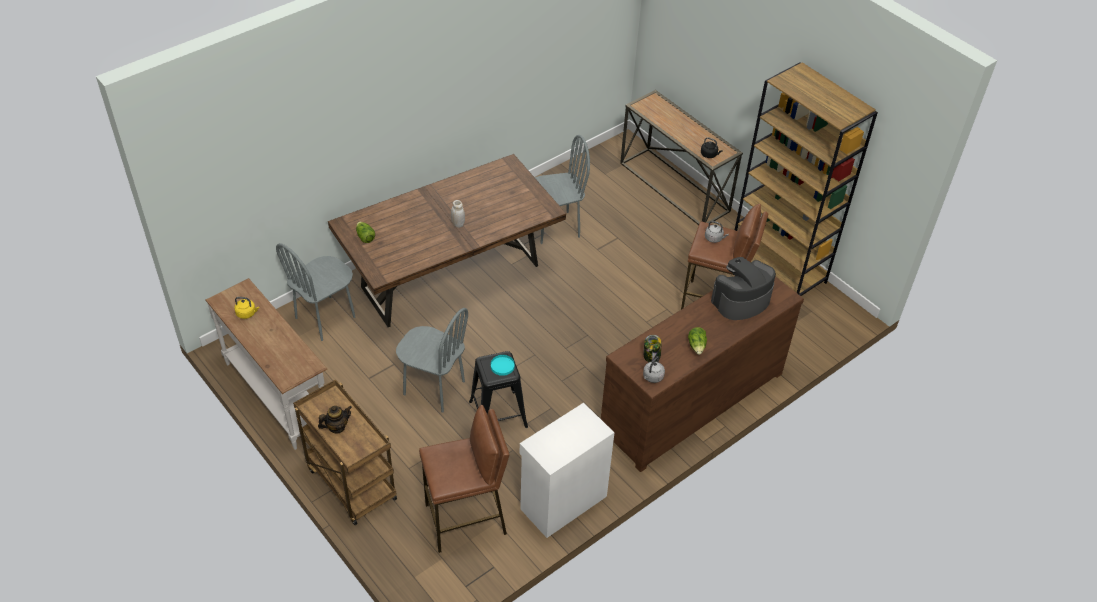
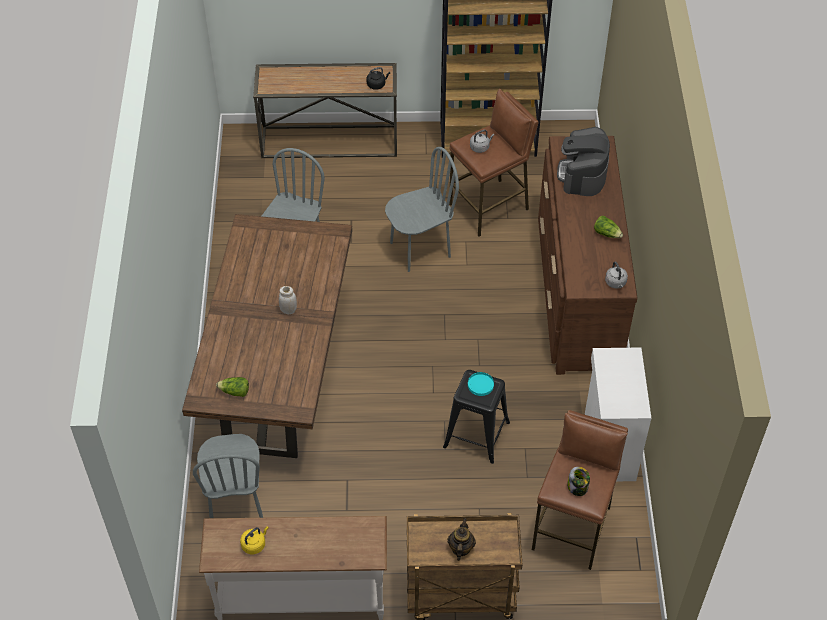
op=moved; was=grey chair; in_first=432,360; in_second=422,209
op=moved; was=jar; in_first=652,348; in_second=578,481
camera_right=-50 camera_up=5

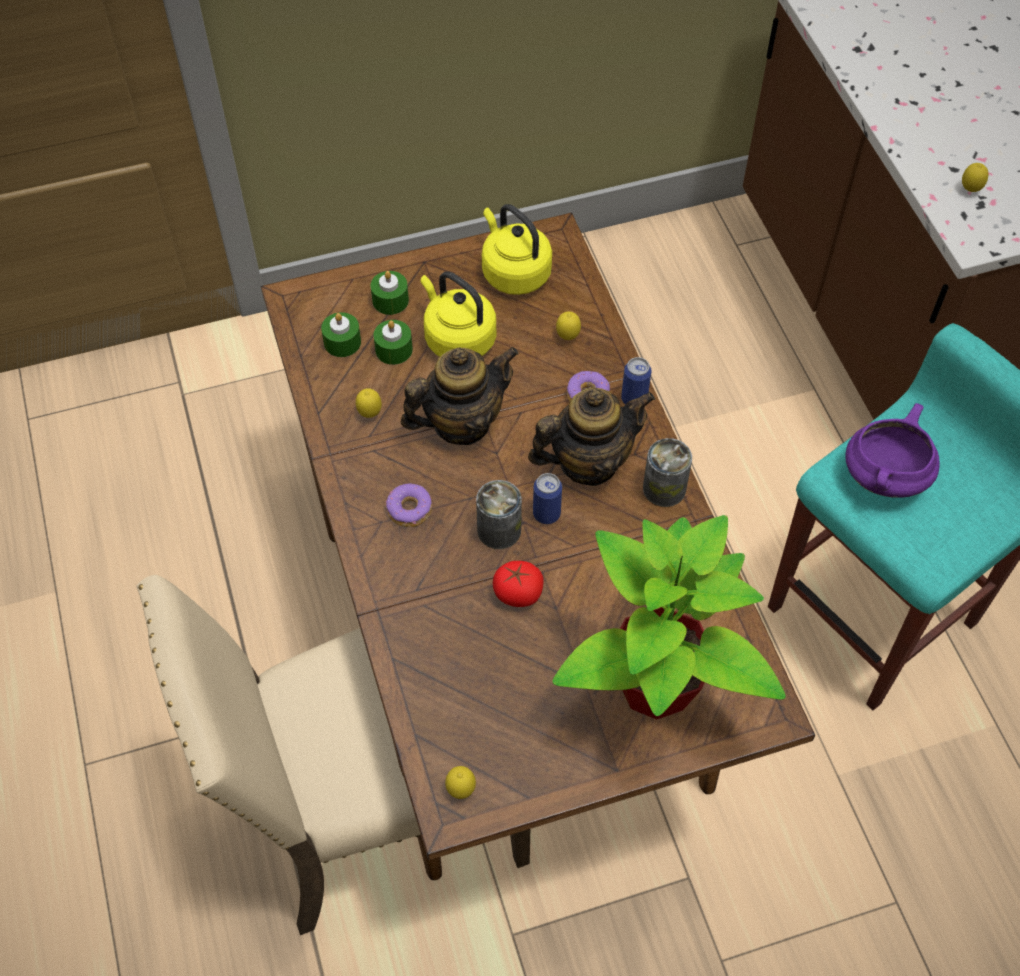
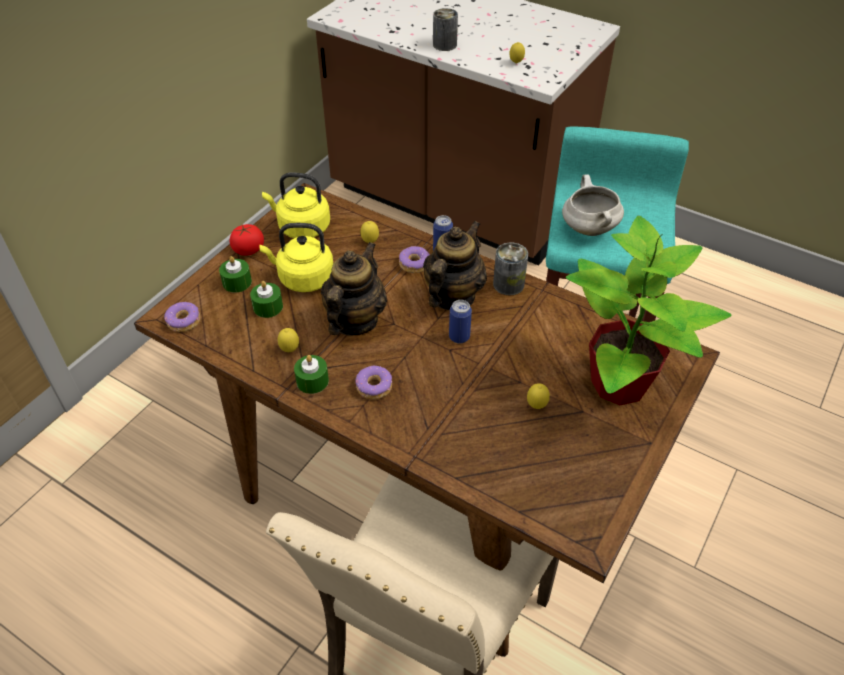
op=added; now=donut; in_second=182,317
op=moved; was=tomato; in_first=518,584; in_second=246,240
op=moved; was=green candle; in_first=341,334; in_second=311,374
op=moved; was=can; in_first=499,514; in_second=445,29
op=moved; was=lemon; in_first=460,782; in_second=538,396
op=recoloured; was=purple cooking pot; now=white cooking pot; in_first=892,450; in_second=593,205
camera_right=-40 camera_up=-10

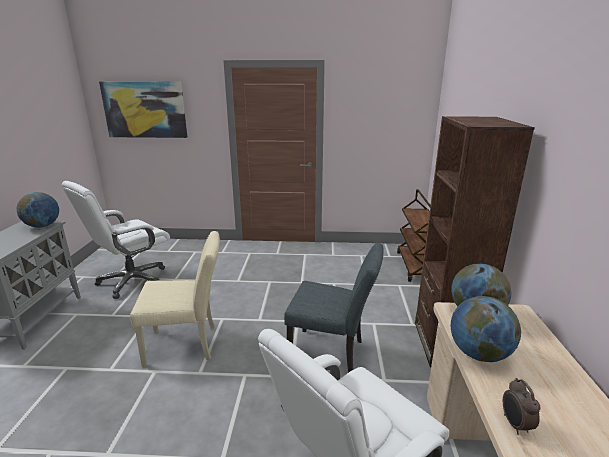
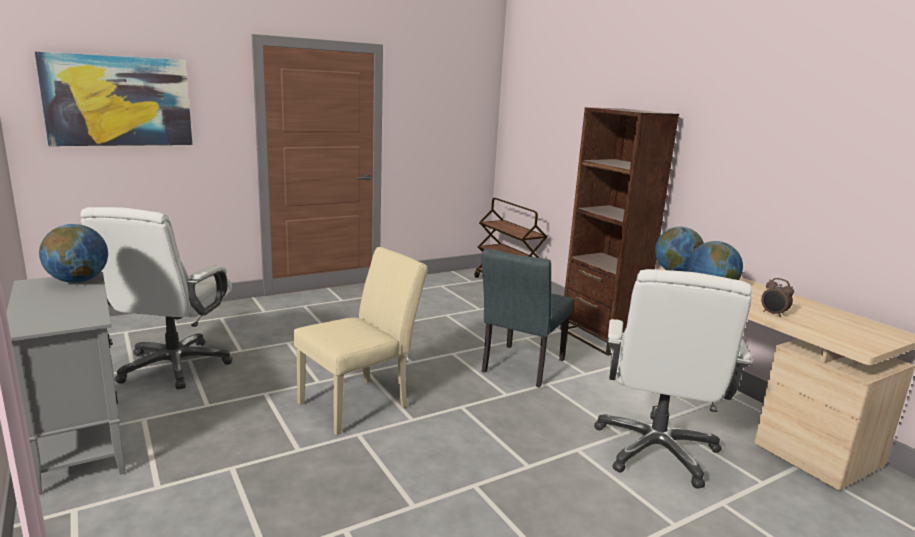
op=turned; was=grey chair; in_first=333,308; in_second=527,318; clockwise=135
camera_right=-35 camera_up=-5

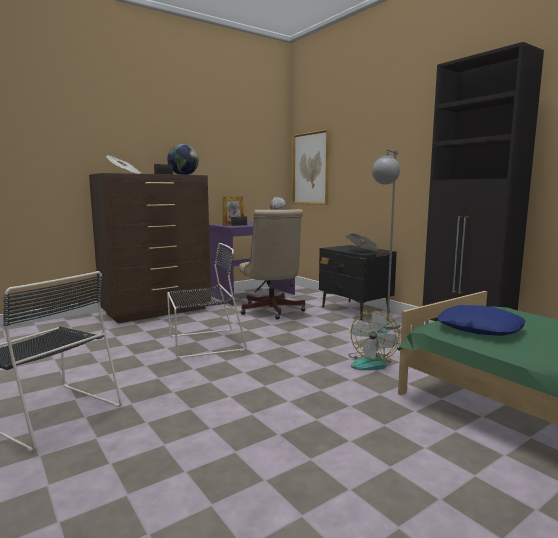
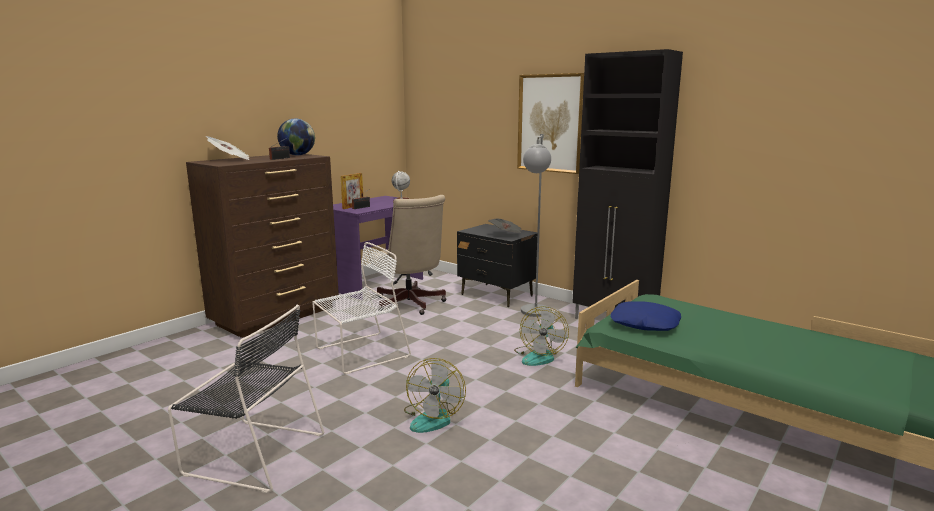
op=recoloured; was=black chair; now=white chair; in_first=207,301; in_second=361,308
op=added; now=fan; in_second=435,395
op=moved; was=picture; in_first=311,167; in_second=550,123
camera_right=-15 camera_up=5

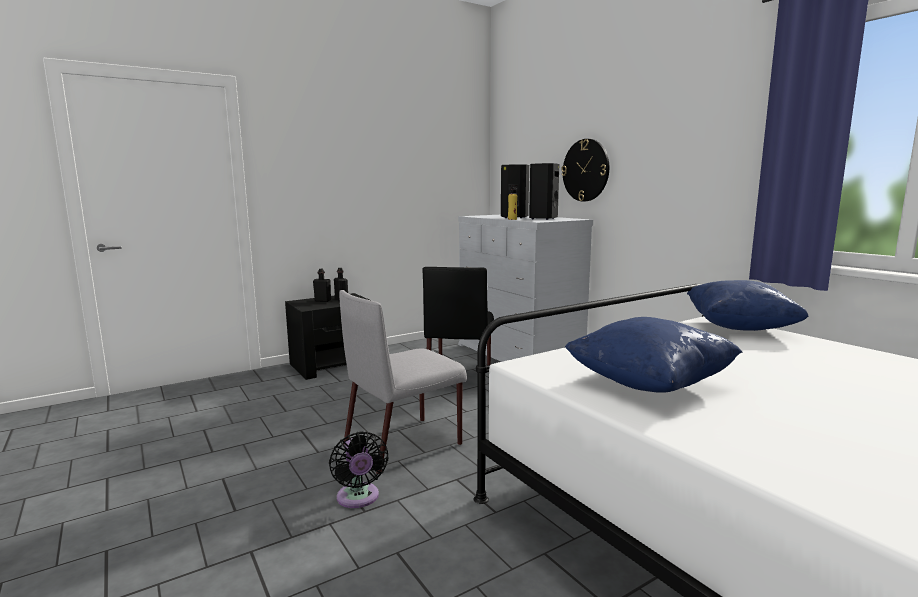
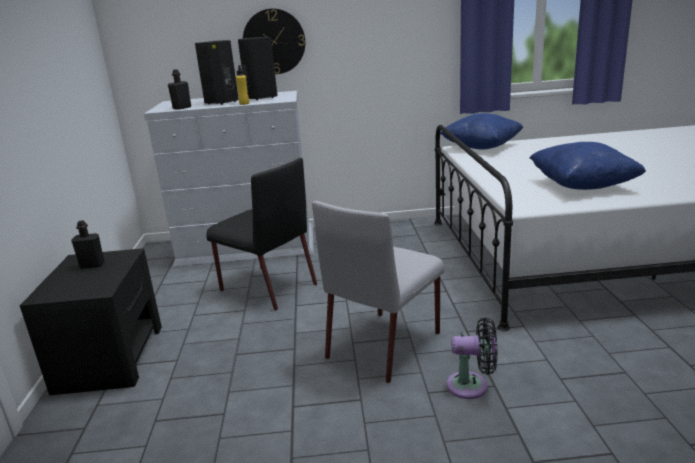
op=moved; was=black bottle; in_first=322,285; in_second=179,89
op=turned; was=grey chair; in_first=403,382; in_second=378,292; clockwise=45
camera_right=-60 camera_up=10

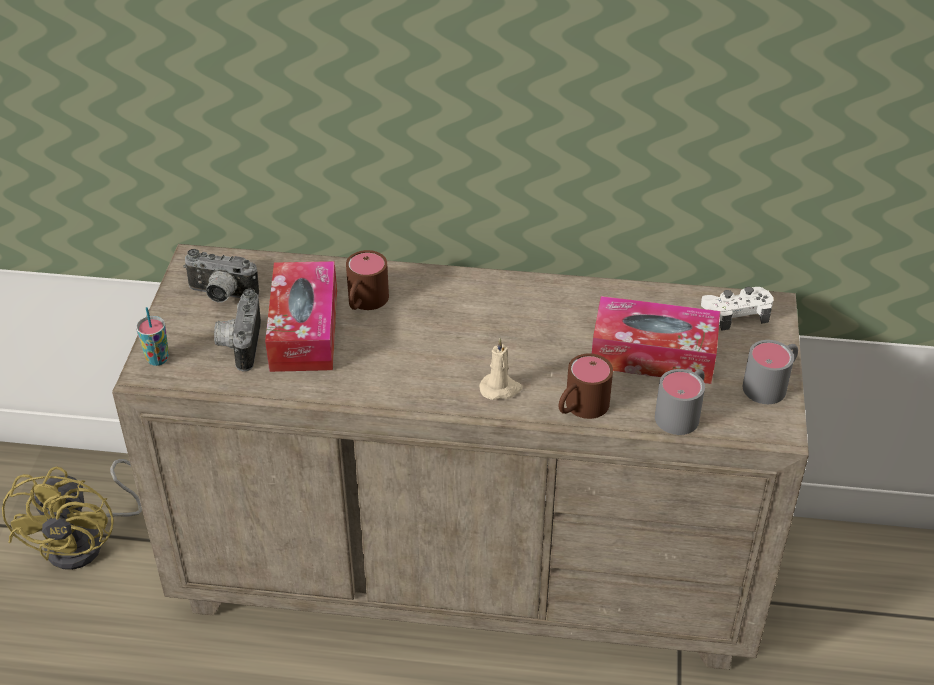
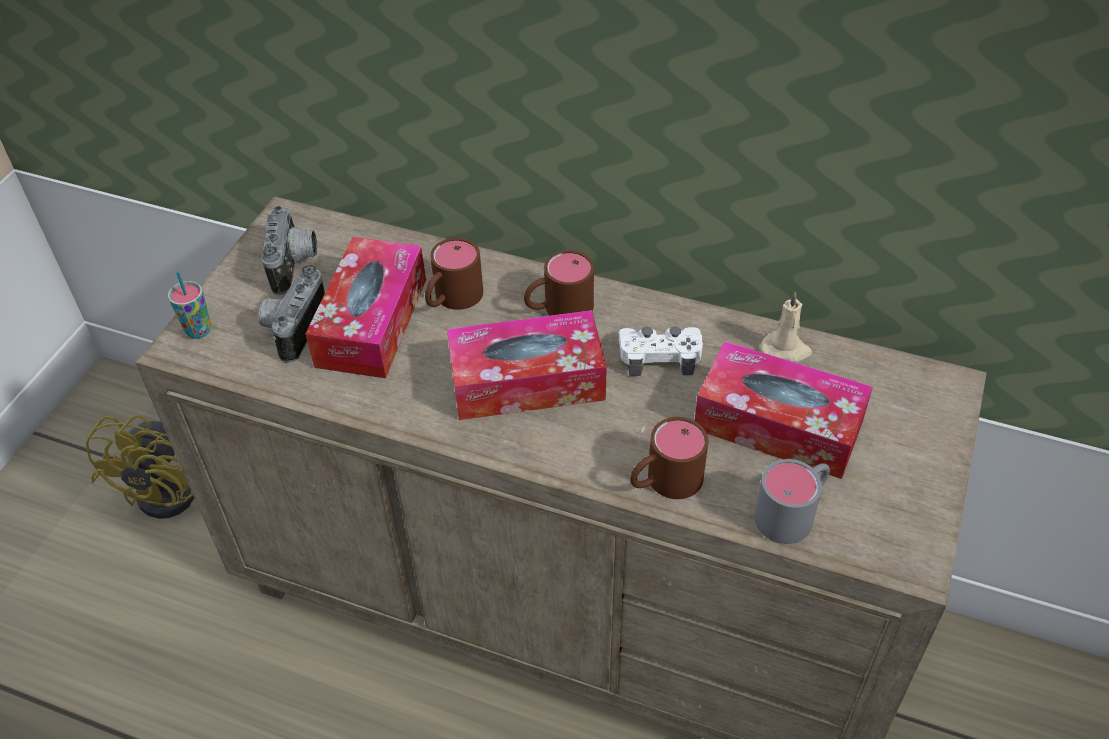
op=turned; was=photo camera; in_first=221,275; in_second=290,250; clockwise=-120
op=added; now=tissue box; in_second=527,365
op=added; now=brown mug; in_second=559,283
op=moved; was=white game controller; in_first=737,309; in_second=661,351
op=moved; was=beige candle; in_first=500,369; in_second=786,327
op=removed; was=grey mug; in_first=770,372
camera_right=15 camera_up=5

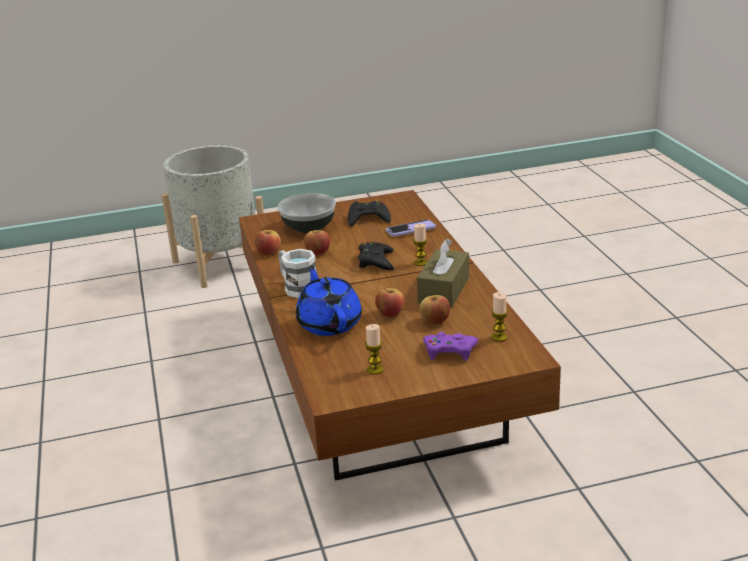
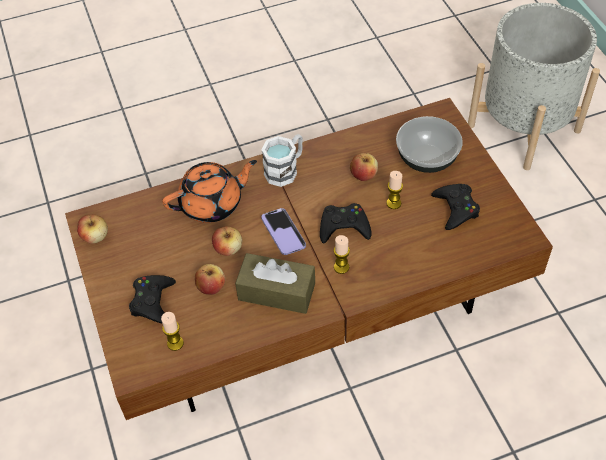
op=moved; was=apple; in_first=268,242; in_second=92,229
op=recoloured; was=purple game controller; now=black game controller; in_first=451,346; in_second=152,299
op=recoloured; was=blue teapot; now=orange teapot; in_first=329,300; in_second=209,191
op=moved; was=phone; in_first=411,228; in_second=283,231
op=moved; was=candle; in_first=374,349; in_second=394,190
camera_right=85 camera_up=25

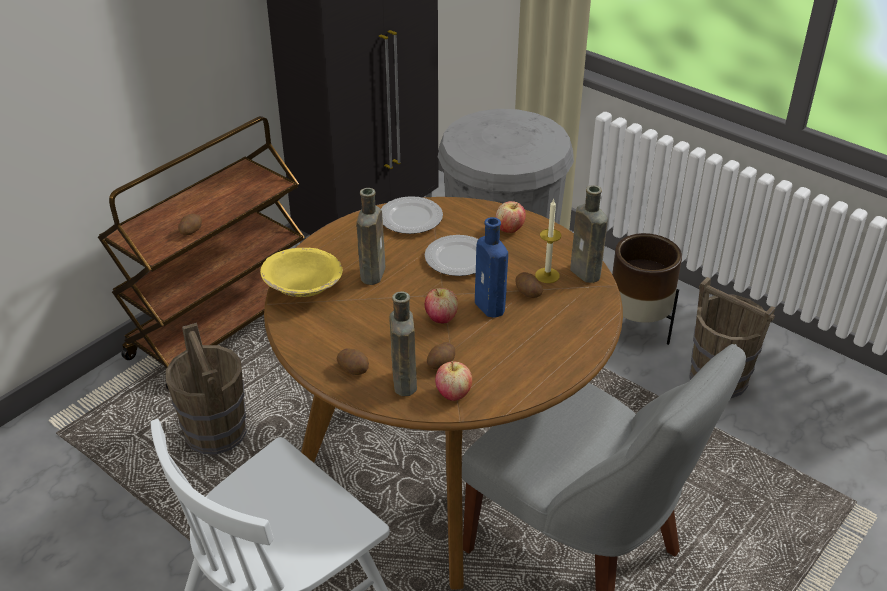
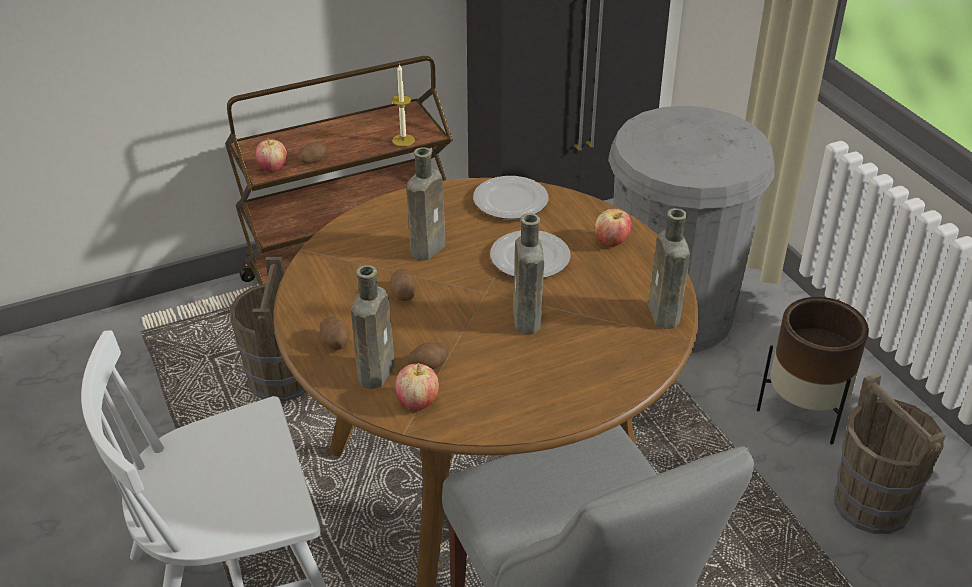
op=moved; was=apple; in_first=441,305; in_second=271,155
op=moved; was=potato; in_first=529,285; in_second=402,285
op=moved; was=candle; in_first=548,240; in_second=403,105
op=recoloured; was=blue bottle; now=brown bottle; in_first=491,267; in_second=528,273
op=removed; was=yellow bowl; in_first=301,272
camera_right=25 camera_up=0

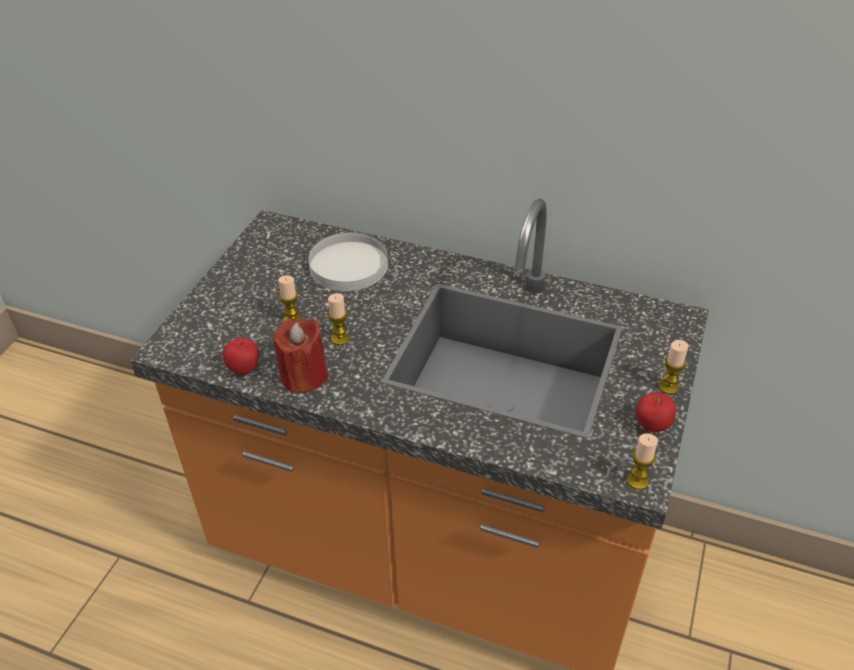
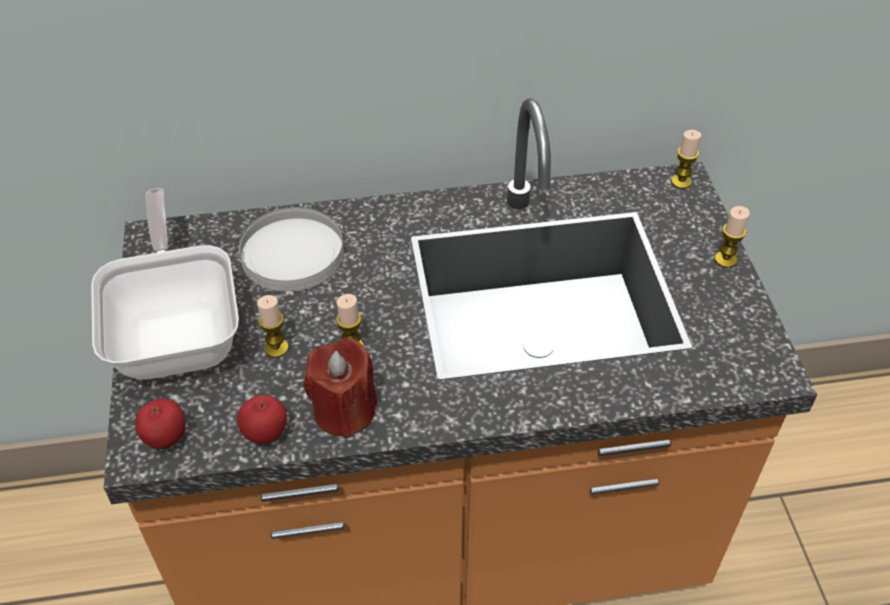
op=added; now=frying pan; in_second=165,284
op=moved; was=apple; in_first=656,412; in_second=160,423
op=moved; was=candle; in_first=642,461; in_second=686,159
camera_right=-30 camera_up=5

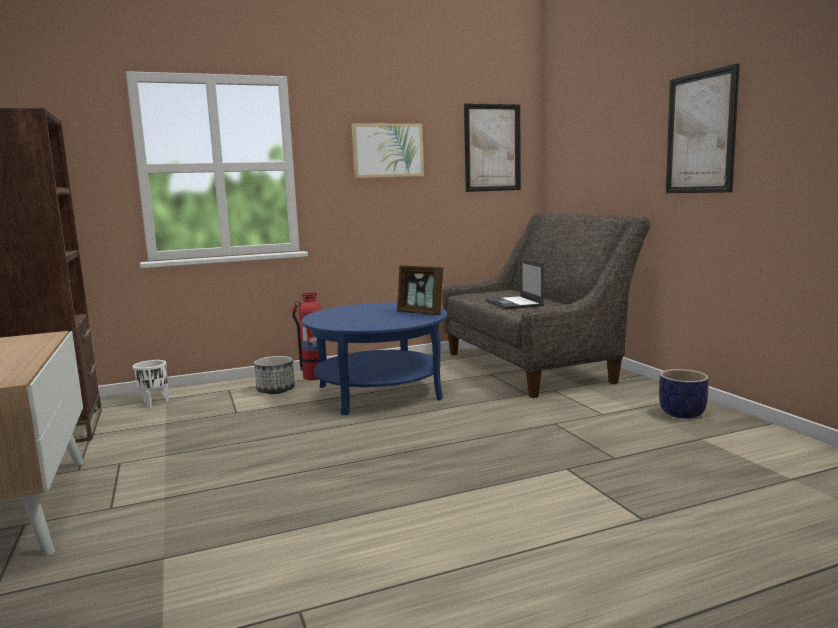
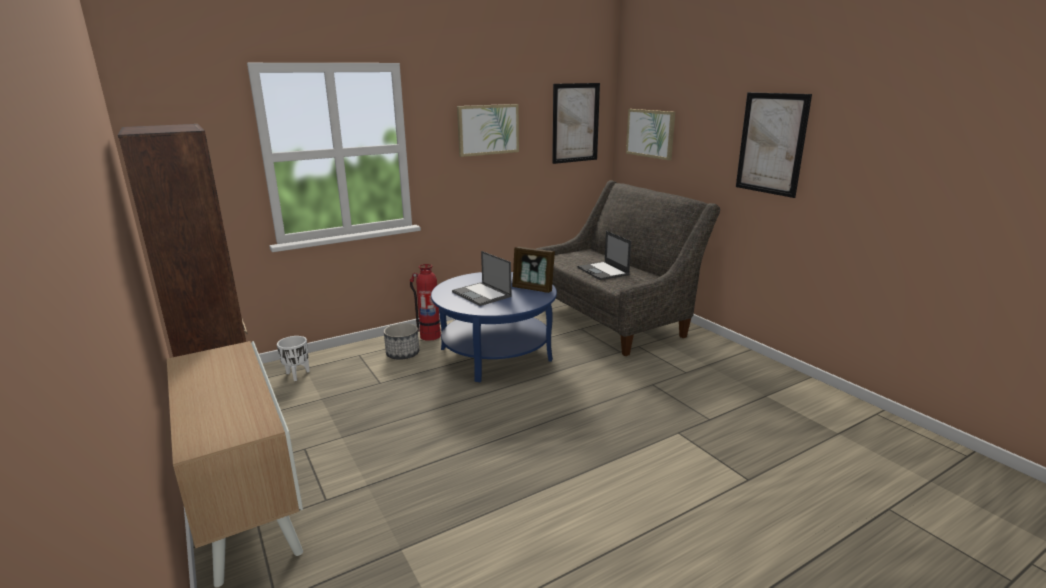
op=added; now=laptop; in_second=482,278
op=added; now=picture; in_second=650,134
op=removed; was=planter; in_first=684,394
camera_right=-10 camera_up=10

